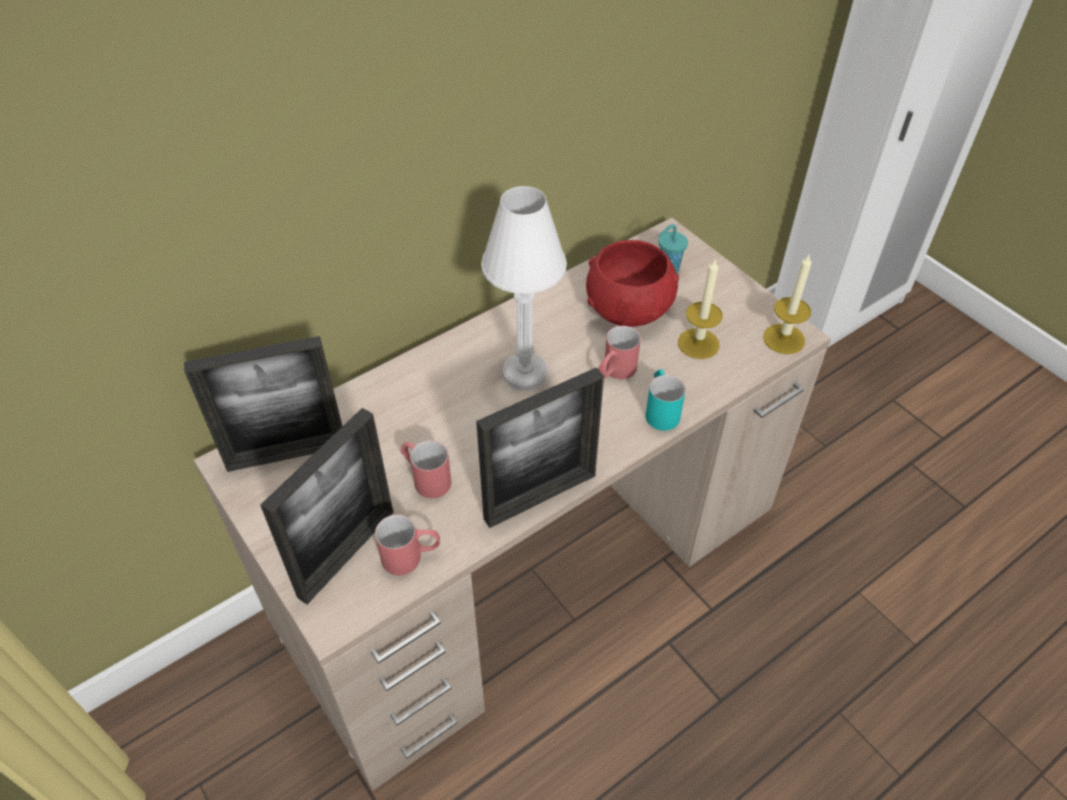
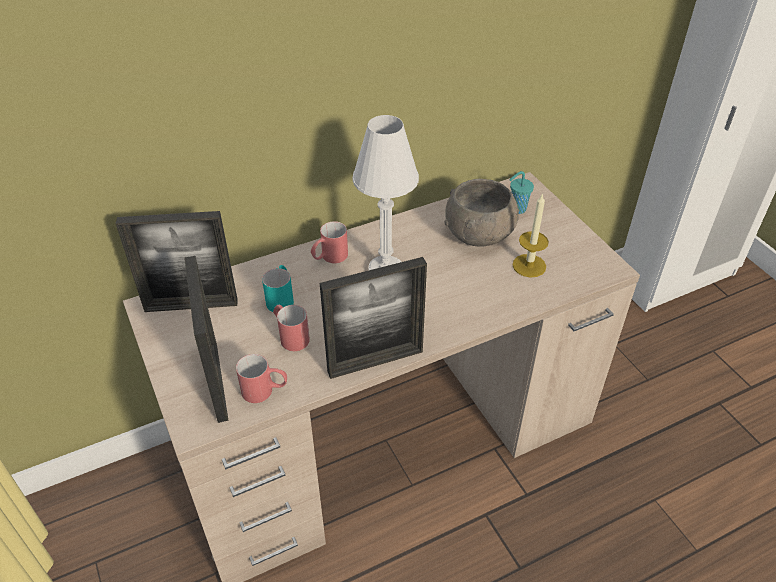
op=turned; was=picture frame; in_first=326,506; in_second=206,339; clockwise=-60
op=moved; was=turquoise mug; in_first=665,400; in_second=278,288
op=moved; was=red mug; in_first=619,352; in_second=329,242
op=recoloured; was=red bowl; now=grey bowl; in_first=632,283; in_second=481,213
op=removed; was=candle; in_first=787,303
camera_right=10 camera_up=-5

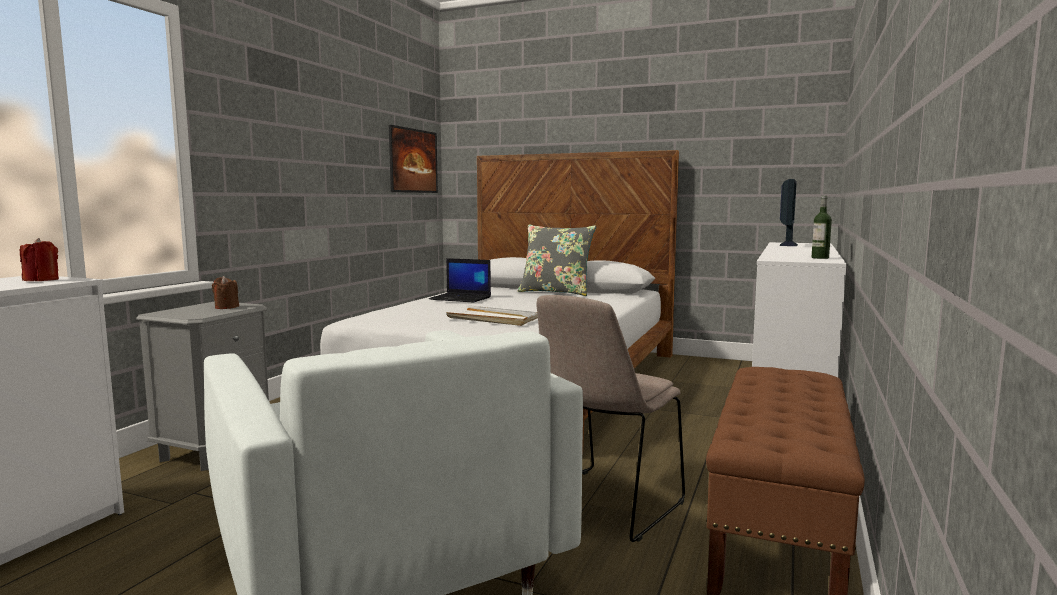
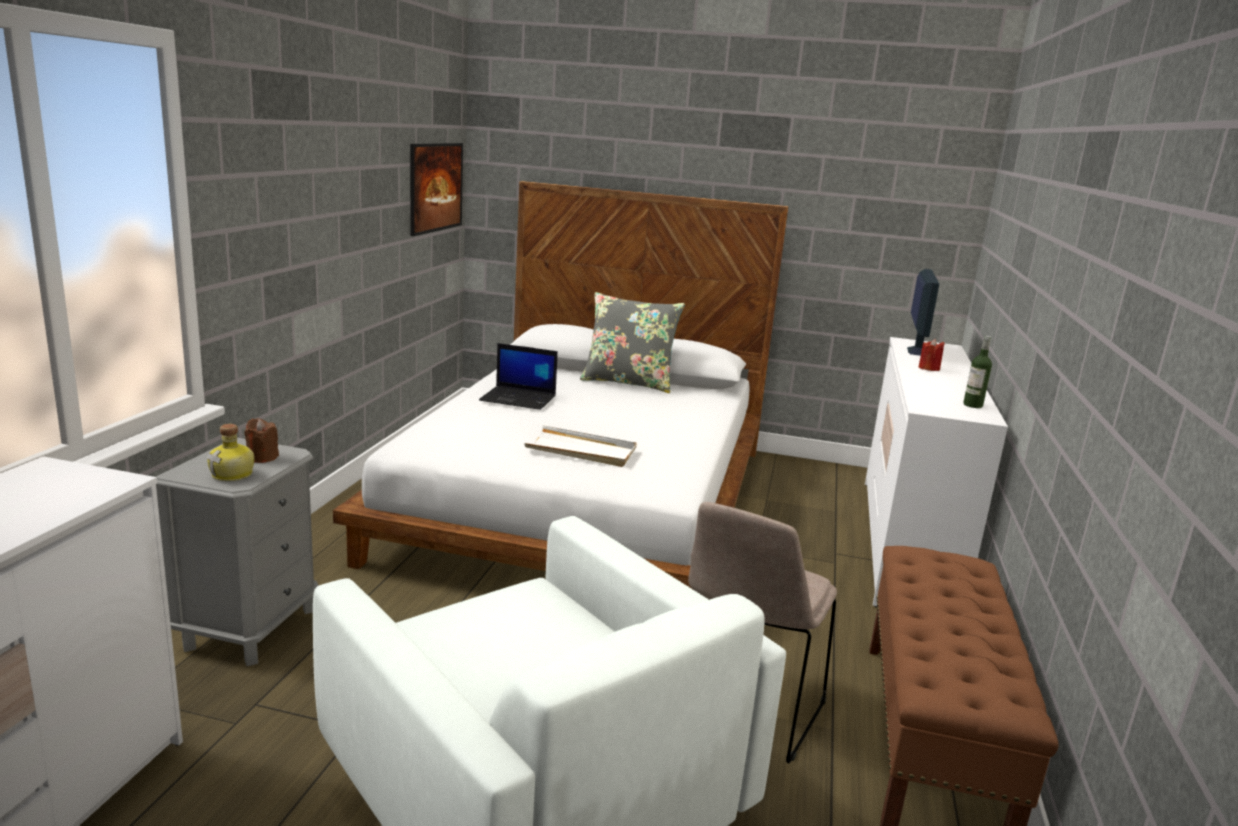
op=added; now=bottle; in_second=230,452
op=moved; was=red candle; in_first=39,259; in_second=931,355
camera_right=-10 camera_up=10

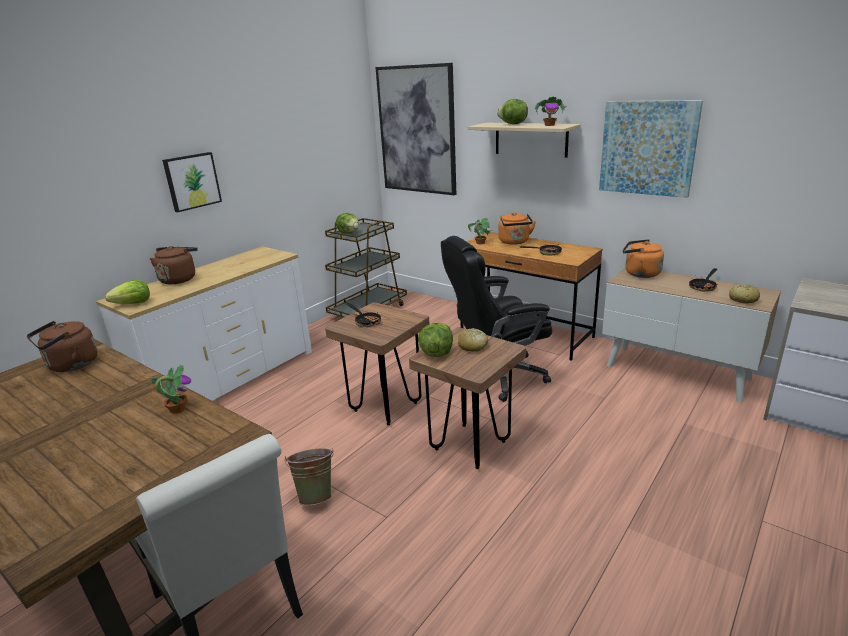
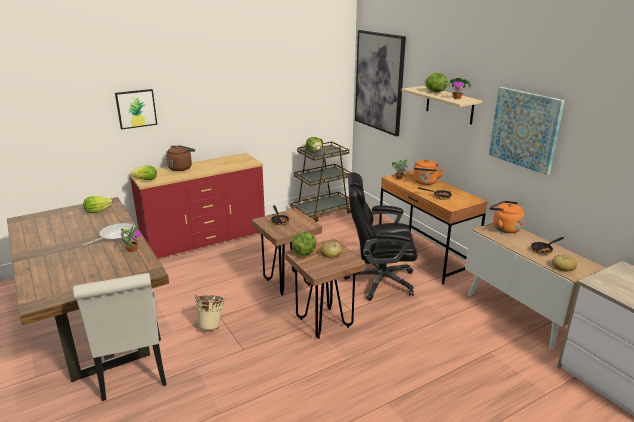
op=added; now=frying pan; in_second=108,234
op=replaced; was=brown kettle; now=lettuce; in_first=62,346; in_second=98,204
op=moved; was=picture; in_first=192,182; in_second=136,109
op=recoloured; was=white dresser; now=red dresser; in_first=204,323; in_second=197,205
op=recoloured; was=green bucket; now=beige bucket; in_first=309,477; in_second=210,312
camera_right=20 camera_up=0

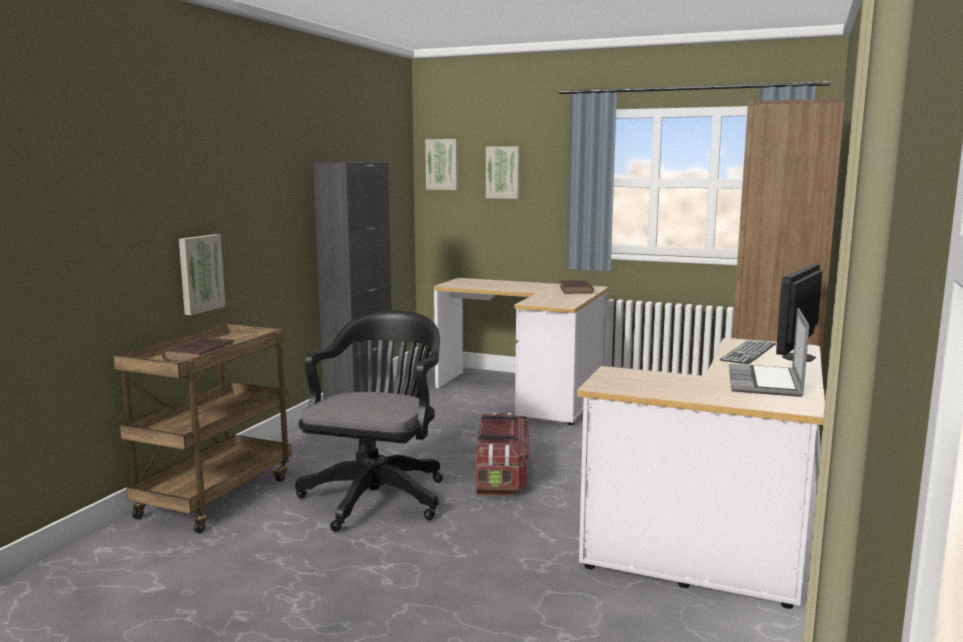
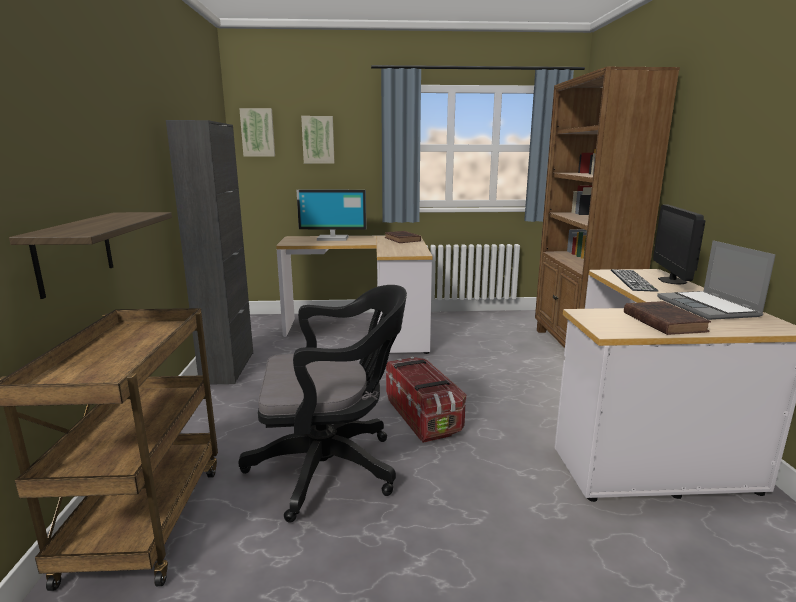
op=replaced; was=picture; now=shelf; in_first=202,274; in_second=90,255
op=turned; was=black office chair; in_first=369,421; in_second=323,404; clockwise=90
op=added; now=monitor; in_second=332,215
op=moved; was=brown book; in_first=198,349; in_second=667,318
camera_right=-25 camera_up=5

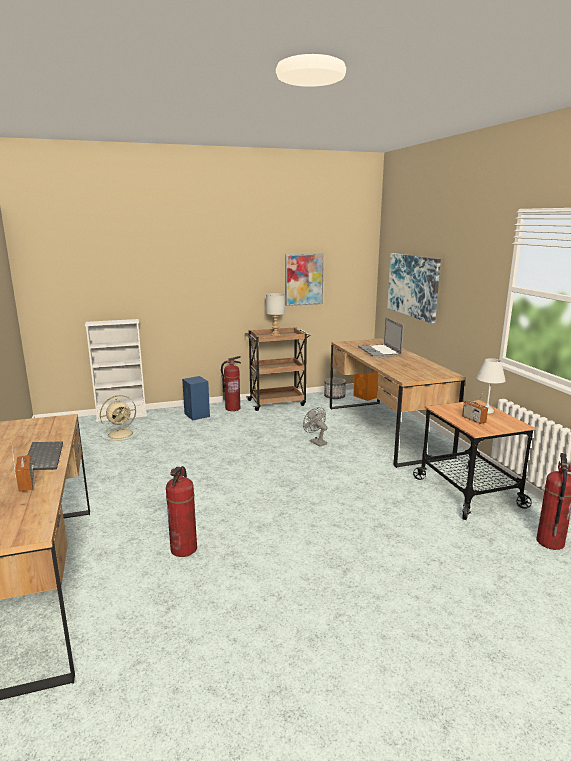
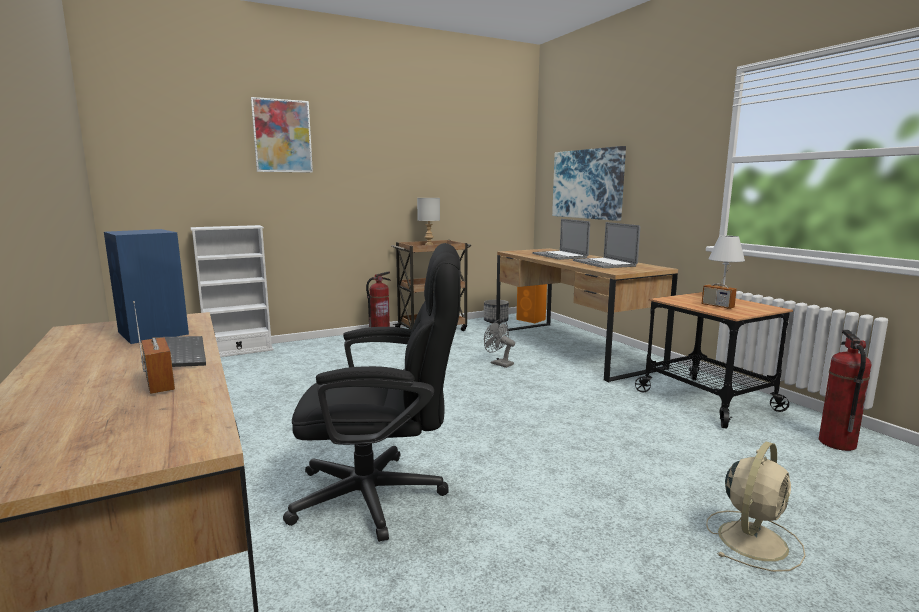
op=moved; was=blue speaker; in_first=196,398; in_second=146,286
op=moved; was=picture; in_first=304,279; in_second=282,135
op=replaced; was=fire extinguisher; now=black office chair; in_first=181,511; in_second=372,392
op=added; now=laptop; in_second=606,245
op=moved; was=beige fan; in_first=119,418; in_second=755,507
camera_right=-10 camera_up=-5

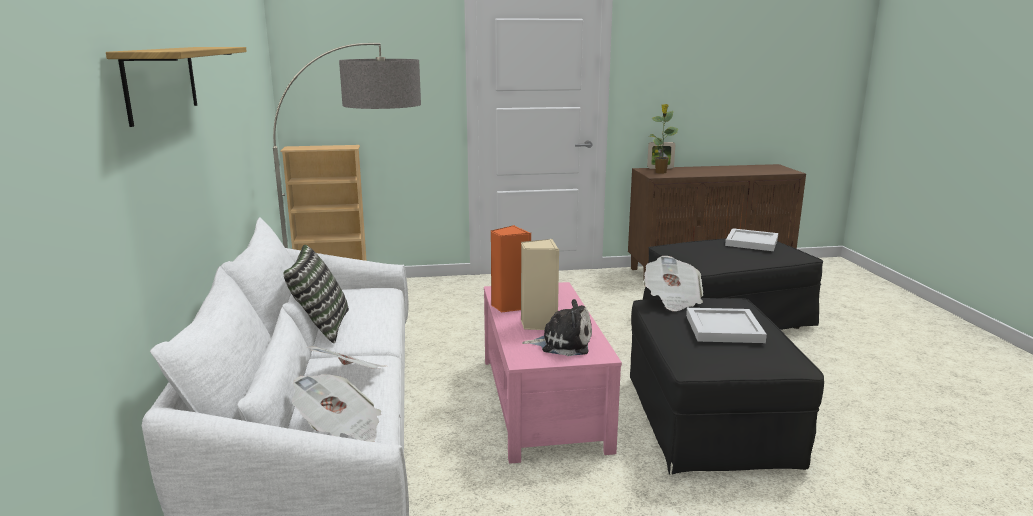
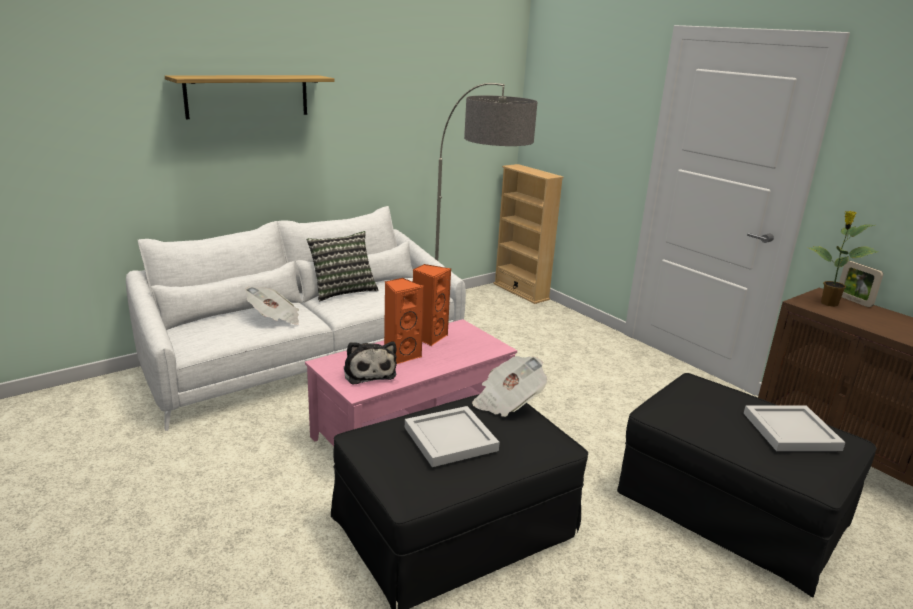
op=recoloured; was=beige speaker; now=orange speaker; in_first=540,284; in_second=404,321
op=removed; was=newspaper; in_first=336,408
camera_right=60 camera_up=5

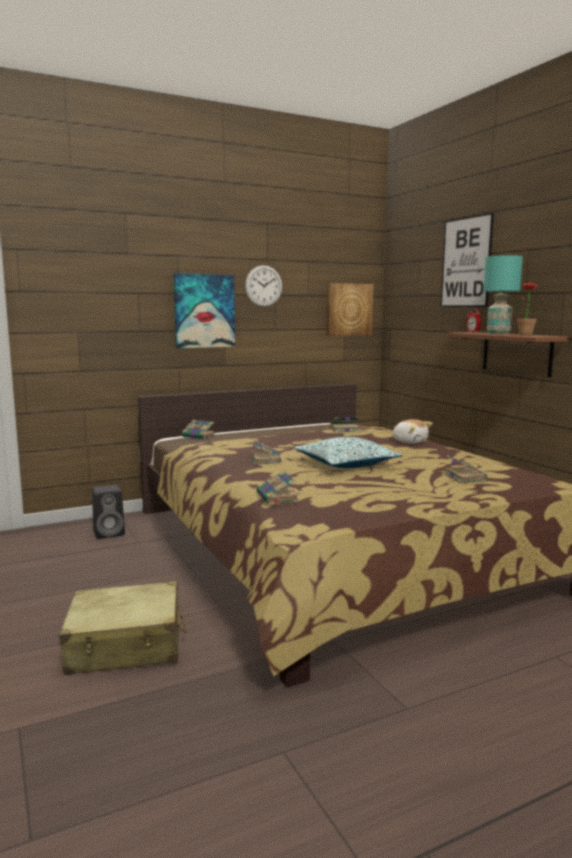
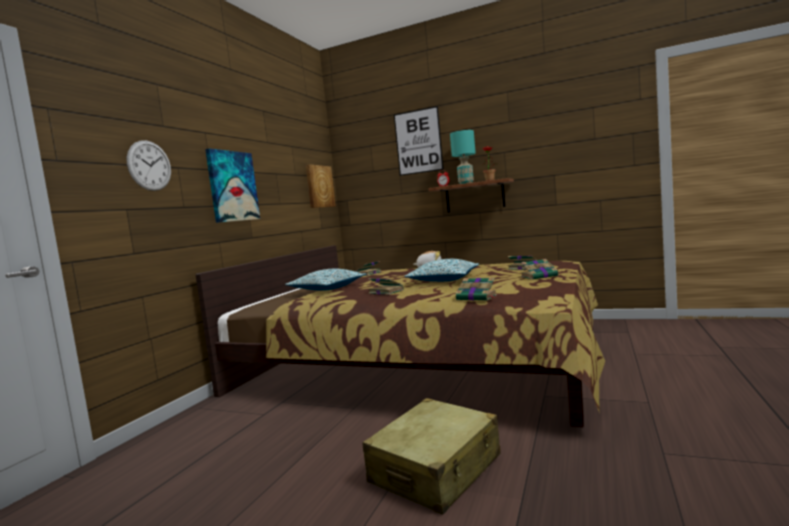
op=moved; was=wall clock; in_first=263,286; in_second=148,165
op=added; now=pillow; in_second=326,280
op=moved; was=book; in_first=199,429; in_second=540,269
op=removed; was=black speaker; in_first=108,512
camera_right=-40 camera_up=-5

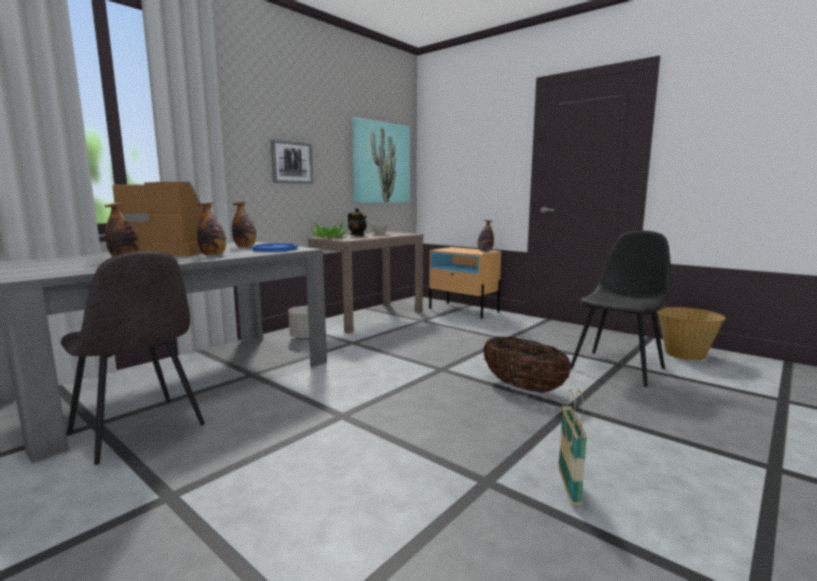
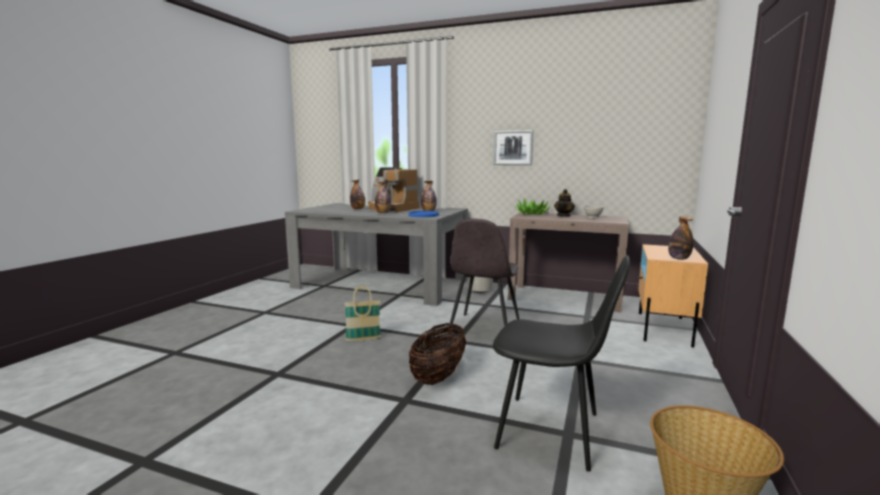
op=moved; was=basket; in_first=572,447; in_second=362,314
op=turned; was=coffee machine; in_first=157,219; in_second=393,189; clockwise=135
op=moved; was=grey chair; in_first=132,358; in_second=484,273
op=removed; was=picture; in_first=381,160
camera_right=70 camera_up=0

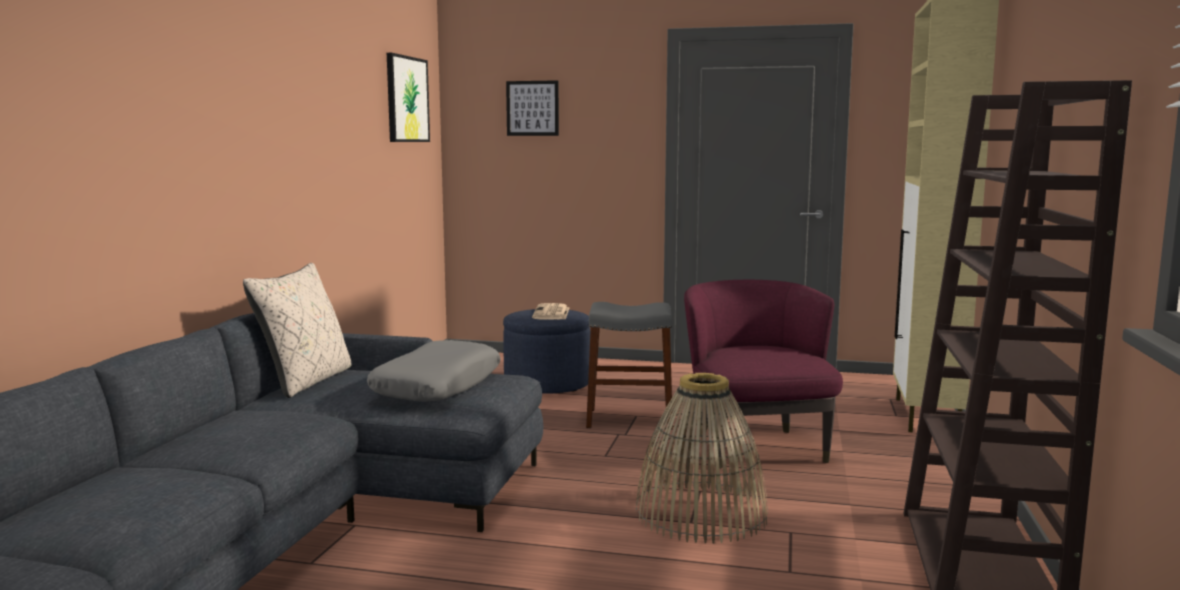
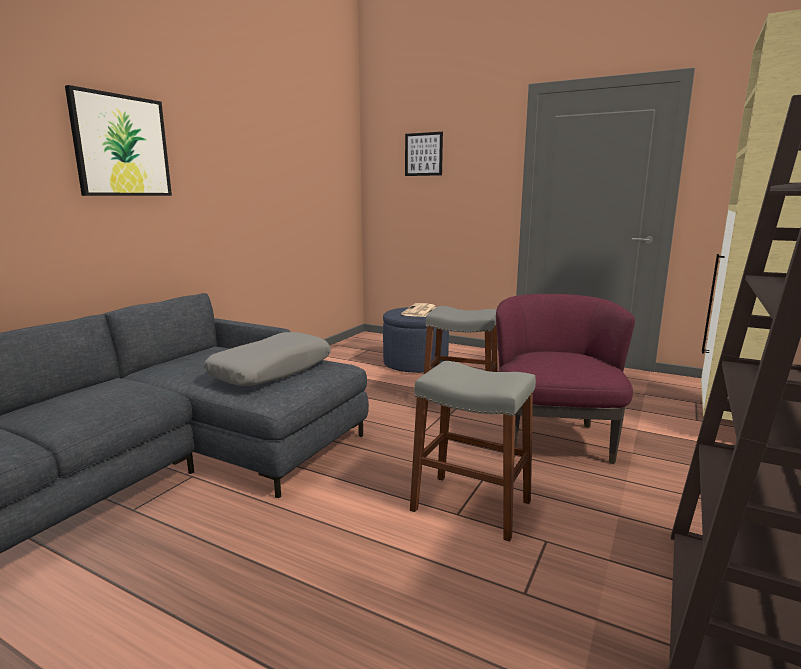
op=moved; was=picture; in_first=408,97; in_second=118,140
op=replaced; was=basket; now=grey stool; in_first=701,458; in_second=473,451
op=removed; was=beige pillow; in_first=297,330
camera_right=15 camera_up=5

